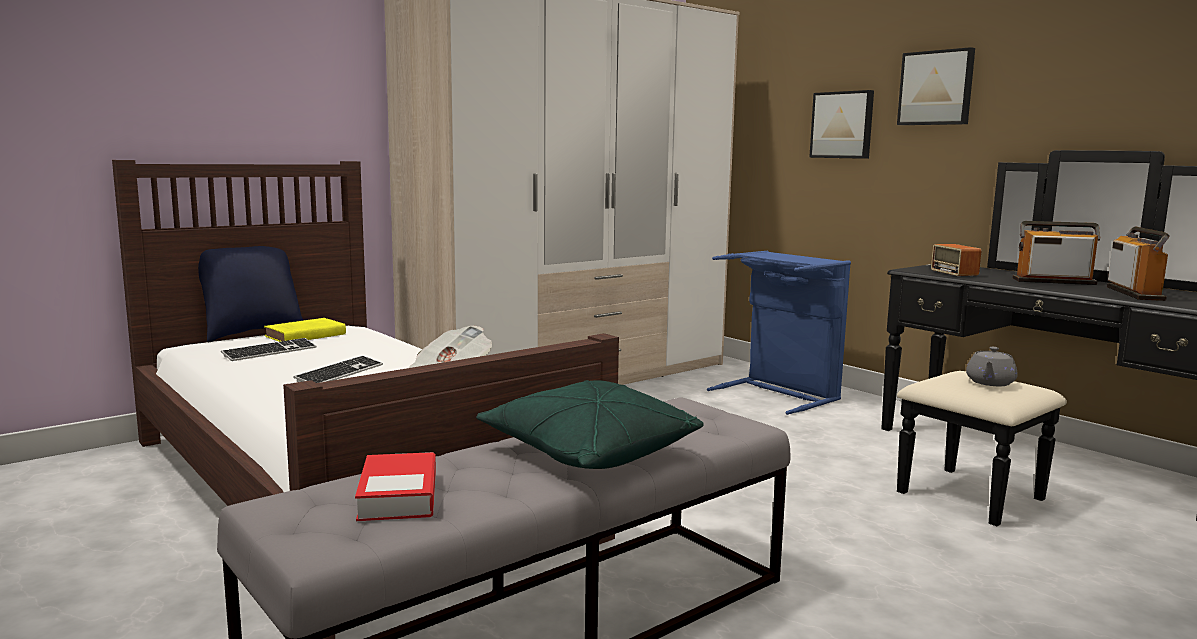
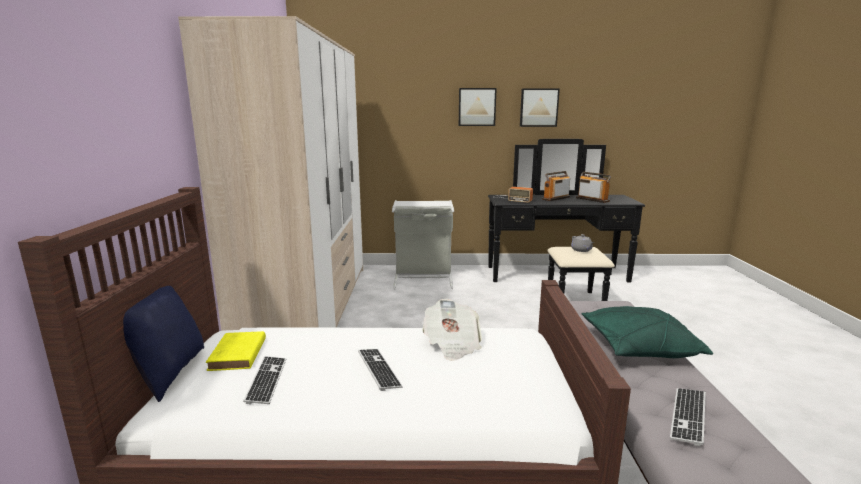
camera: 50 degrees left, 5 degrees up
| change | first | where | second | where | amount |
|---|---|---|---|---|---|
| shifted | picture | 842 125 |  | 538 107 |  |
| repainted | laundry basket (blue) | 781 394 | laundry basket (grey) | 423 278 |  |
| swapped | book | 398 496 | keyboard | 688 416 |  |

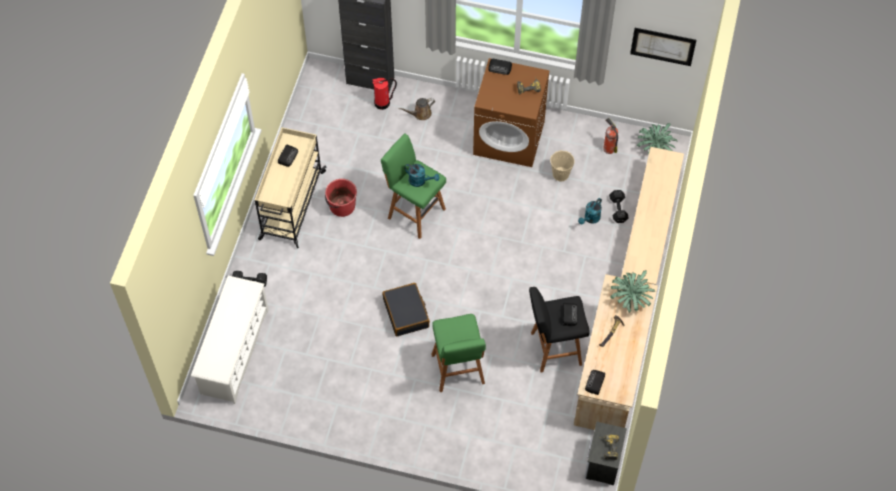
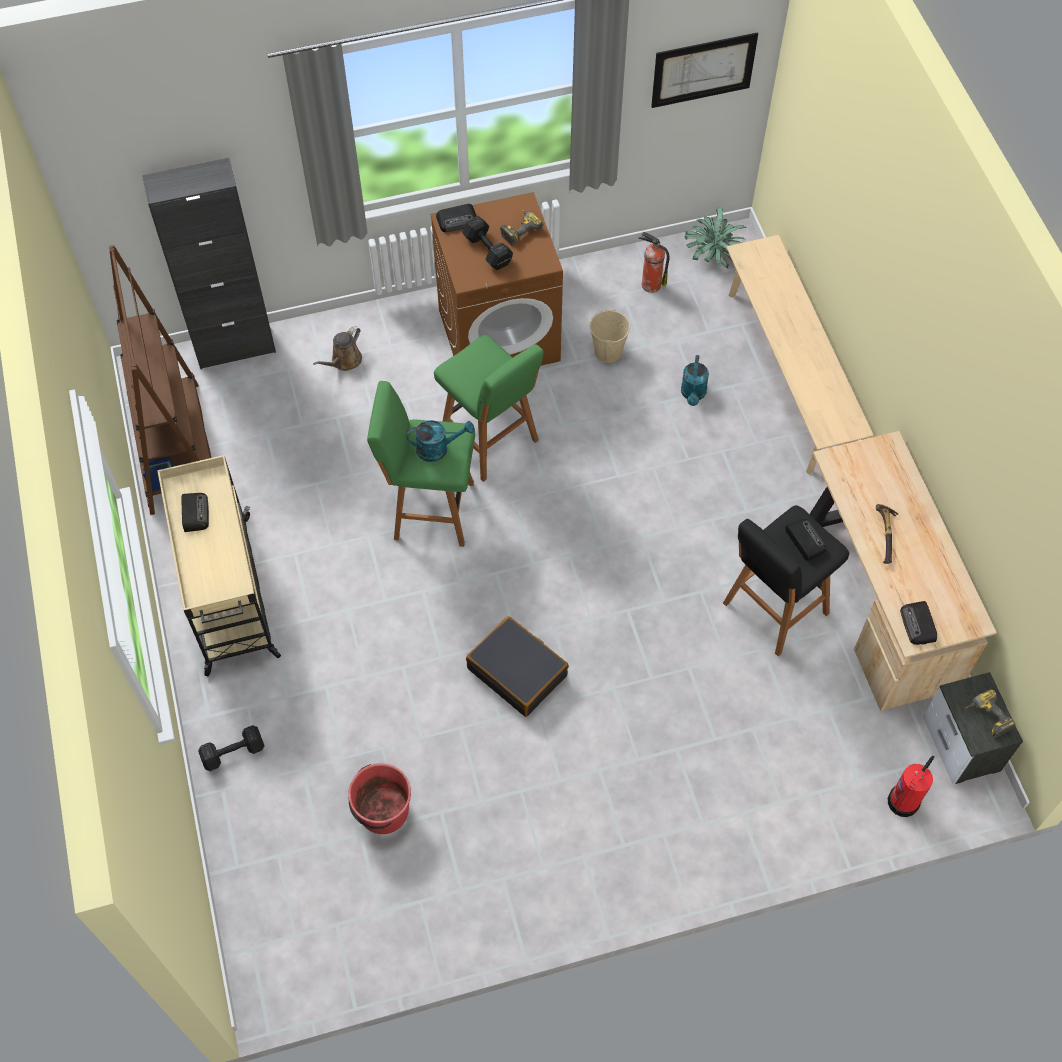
camera: 30 degrees left, 0 degrees up
| change | first | where | second | where | amount |
|---|---|---|---|---|---|
| shifted | fire extinguisher | 382 103 |  | 904 801 |  |
| shifted | bucket (red) | 342 206 |  | 383 811 |  |
| shifted | dumbbell (black) | 618 210 |  | 488 251 |  |
| gone | potted plant | 631 299 |  |  |  |
| gone | shoe rack (white) | 234 351 |  |  |  |
| shifted | stool (green) | 458 371 |  | 491 442 |  |
| new |  |  | bookcase (brown) | 175 448 |  |

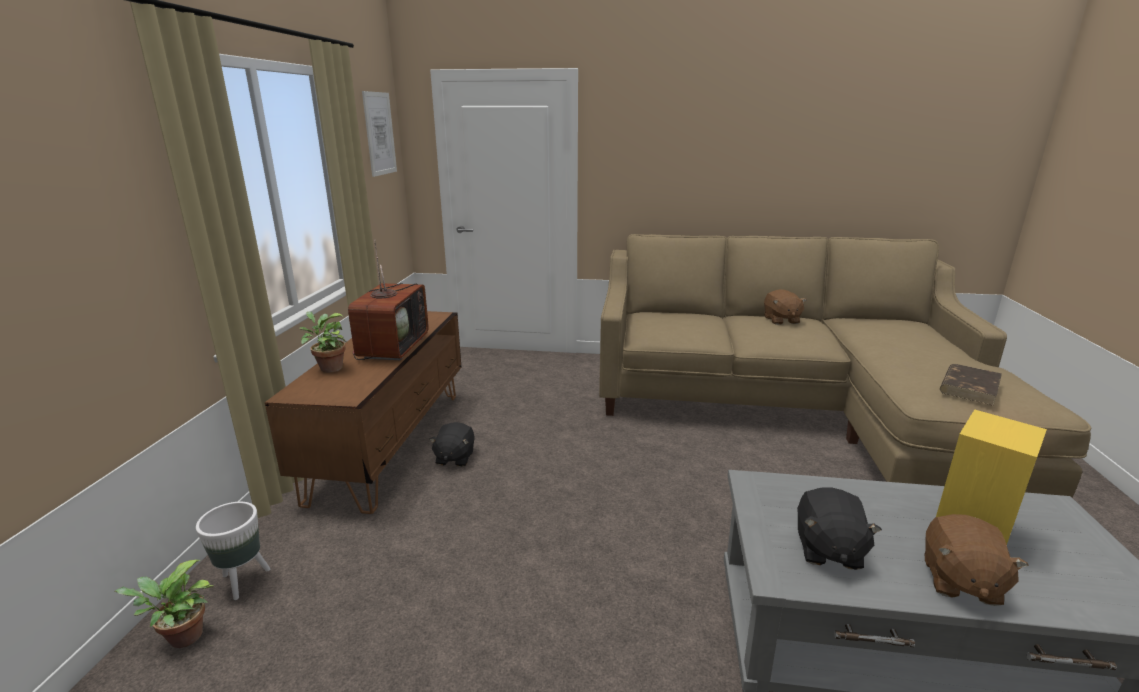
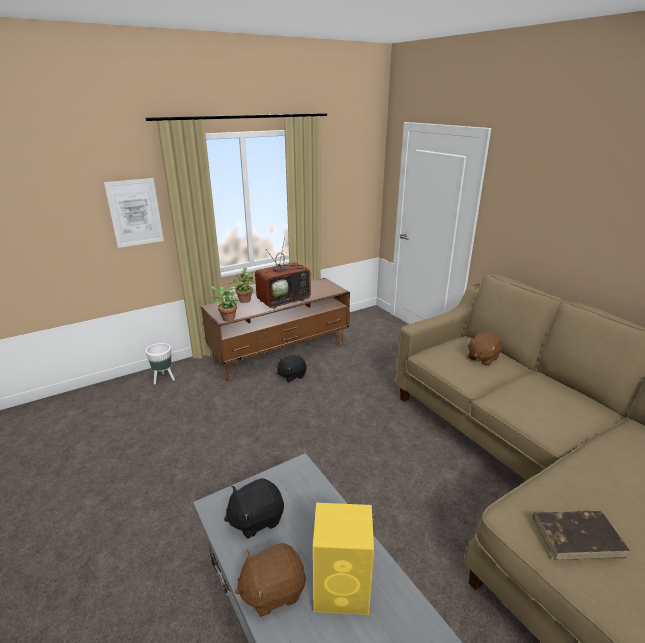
camera: 50 degrees right, 5 degrees up
| change | first | where | second | where | amount |
|---|---|---|---|---|---|
| shifted | picture | 379 133 |  | 135 213 |  |
| shifted | plush toy (brown) | 781 320 |  | 482 358 |  |
| shifted | potted plant | 181 639 |  | 227 318 |  |

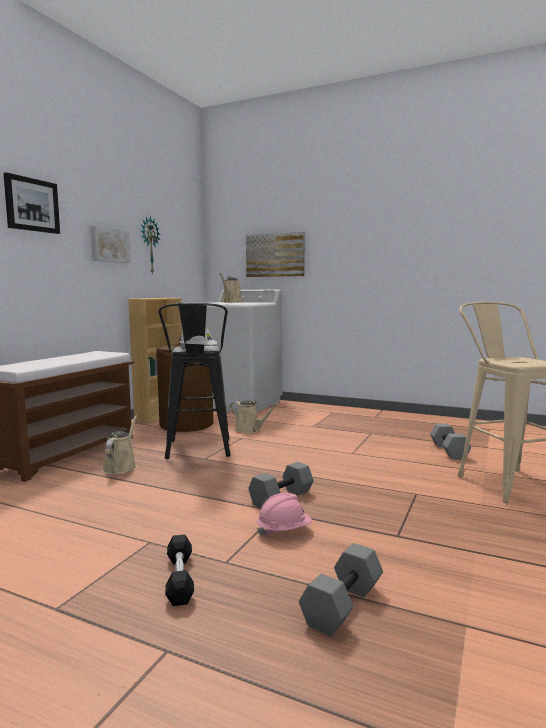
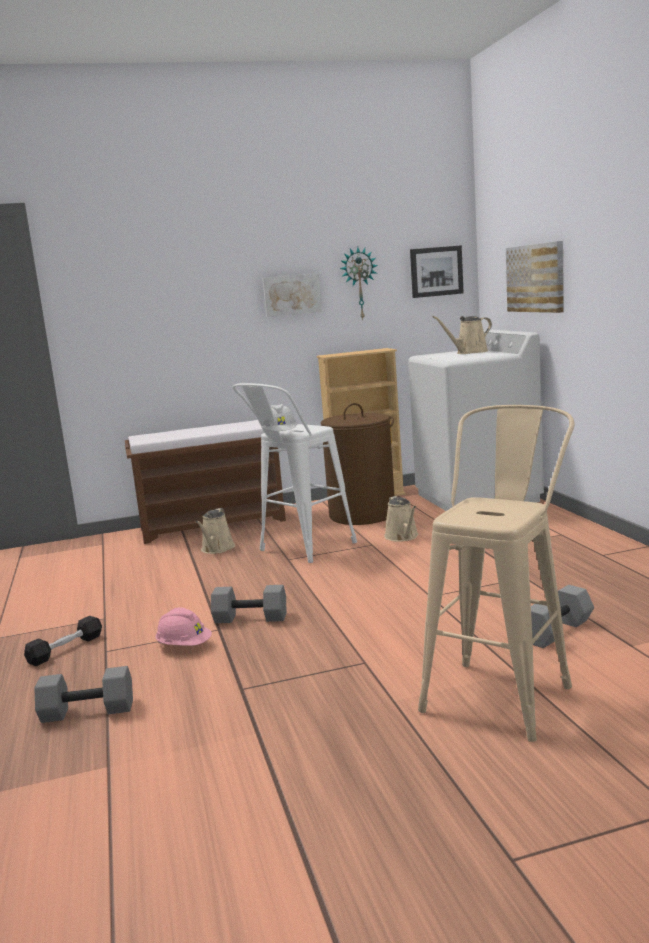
camera: 50 degrees right, 5 degrees up
| change | first | where | second | where | amount |
|---|---|---|---|---|---|
| shifted | picture | 31 205 |  | 436 271 |  |
| repainted | stool (black) | 198 451 | stool (white) | 300 550 |  |
| rotated | watering can (beige) | 121 467 |  | 217 549 | 135 degrees clockwise |

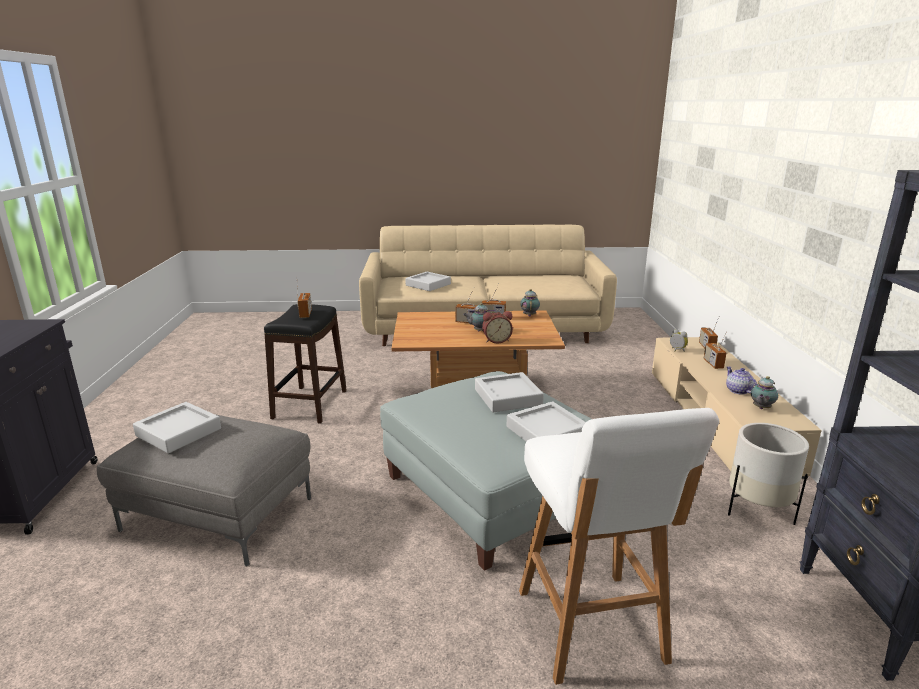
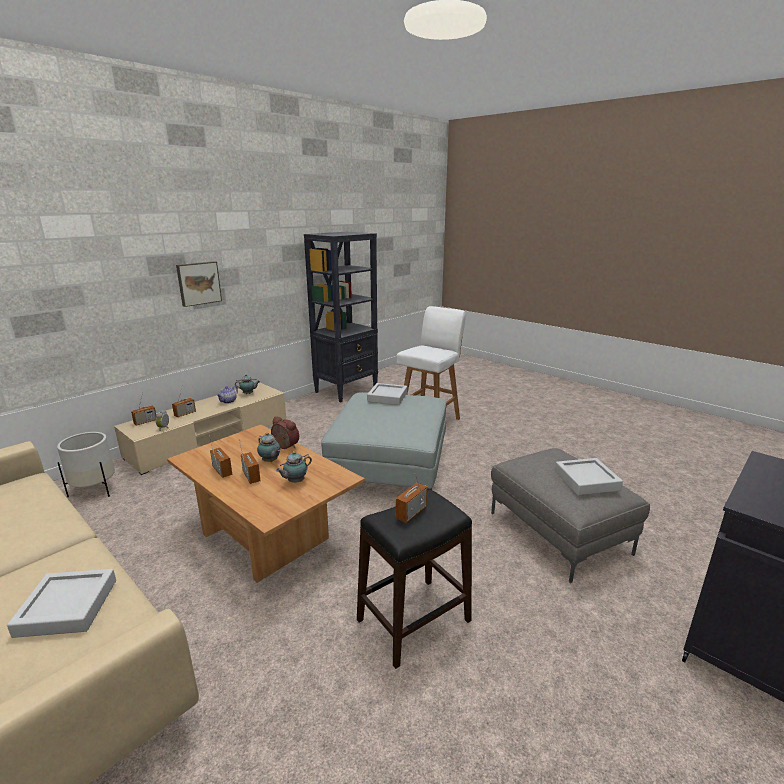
camera: 135 degrees left, 0 degrees up
| change | first | where | second | where | amount |
|---|---|---|---|---|---|
| shifted | teapot | 529 315 |  | 295 482 |  |
| gone | tray (grey) | 508 397 |  |  |  |
| shifted | planter (white) | 757 509 |  | 95 490 |  |
| new |  |  | picture | 198 283 |  |

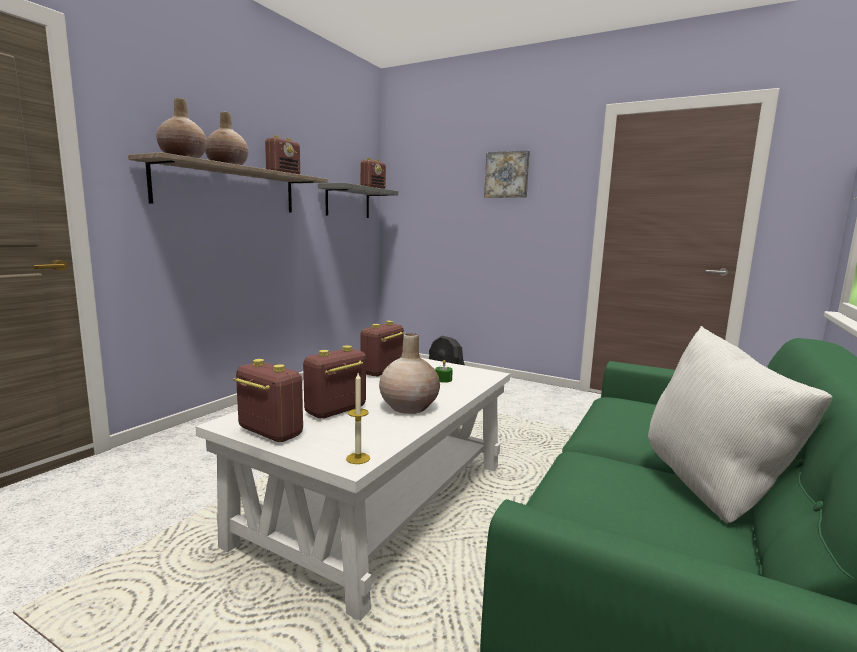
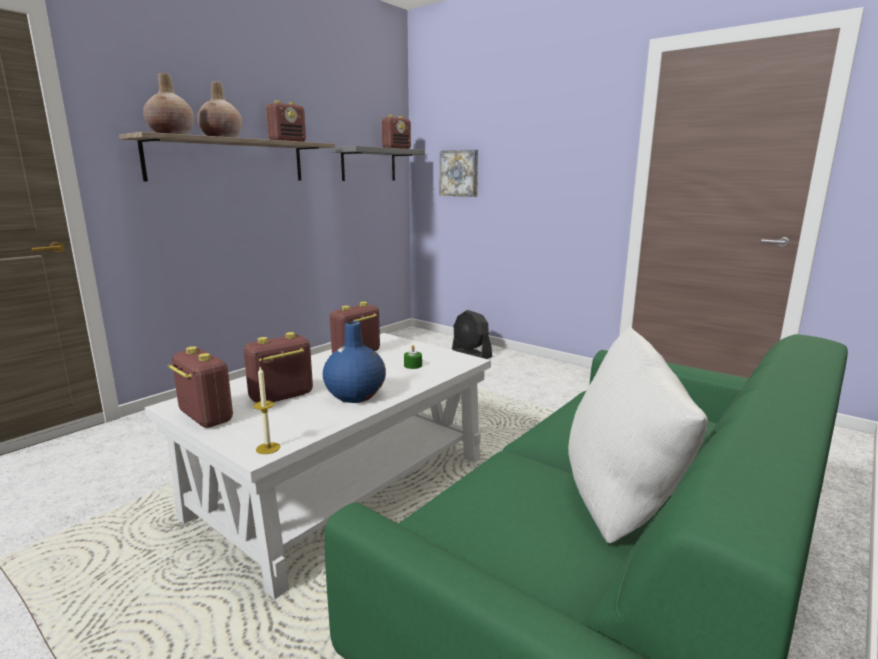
camera: 10 degrees right, 5 degrees up
| change | first | where | second | where | amount |
|---|---|---|---|---|---|
| shifted | picture | 507 175 |  | 459 173 |  |
| repainted | vase (beige) | 409 407 | vase (blue) | 355 395 |  |

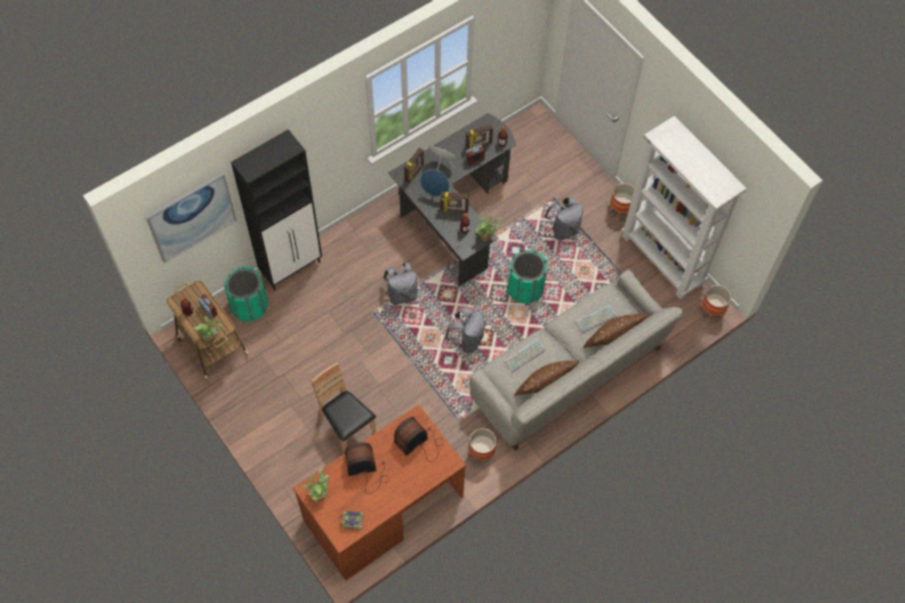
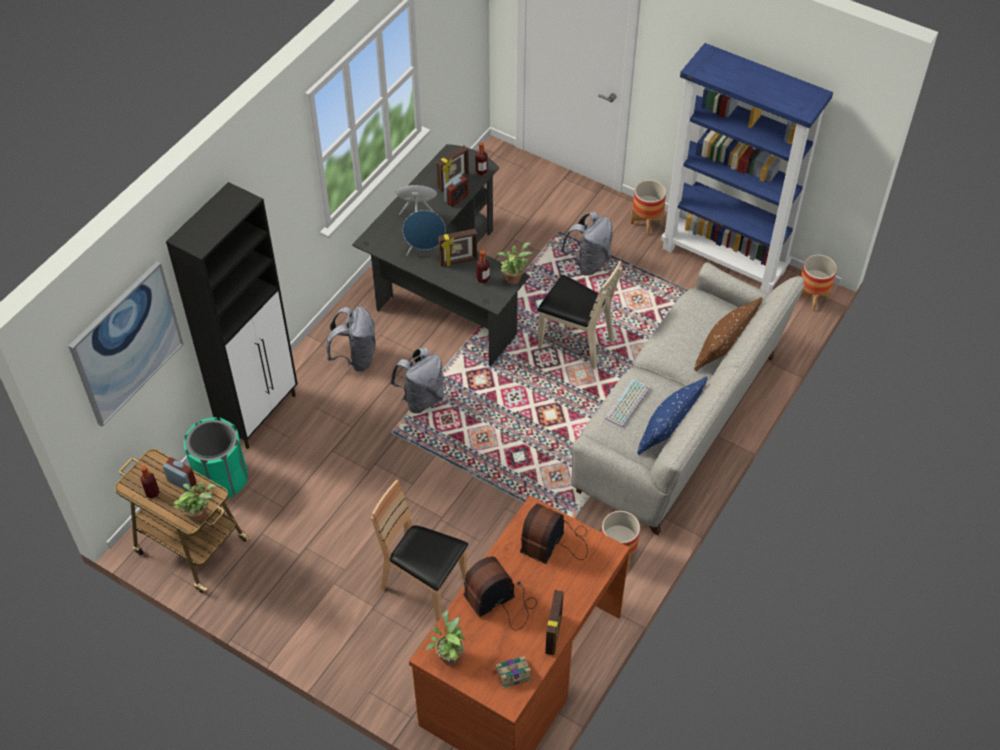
camera: 20 degrees left, 10 degrees down
| change | first | where | second | where | amount |
|---|---|---|---|---|---|
| repainted | bookcase (white) | 663 260 | bookcase (blue) | 725 259 |  |
| shifted | picture frame | 414 173 |  | 554 634 |  |
| swapped | trash can (green) | 525 288 | chair (beige) | 575 342 |  |
| gone | keyboard | 595 320 |  |  |  |
| shifted | backpack (grey) | 467 340 |  | 355 358 |  |
| repainted | pillow (brown) | 544 384 | pillow (blue) | 669 429 |  |

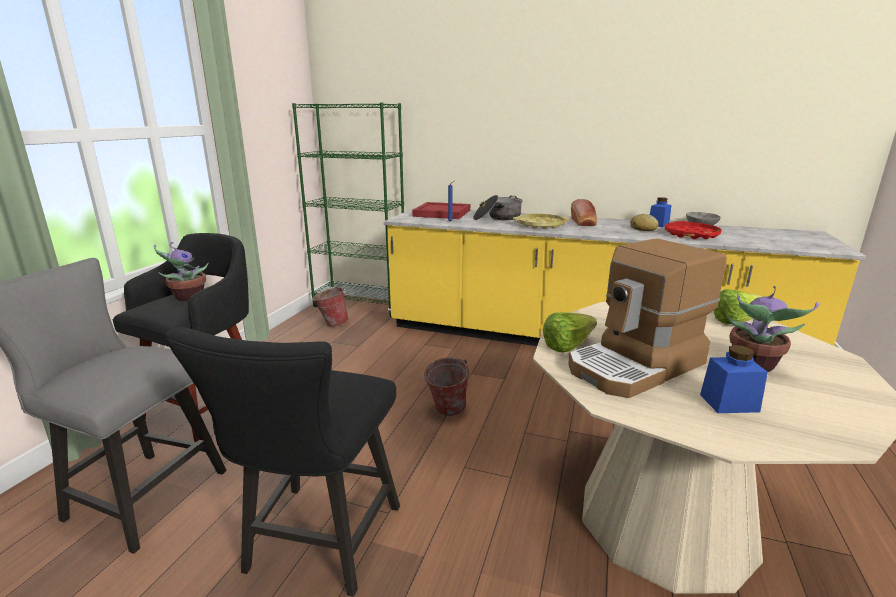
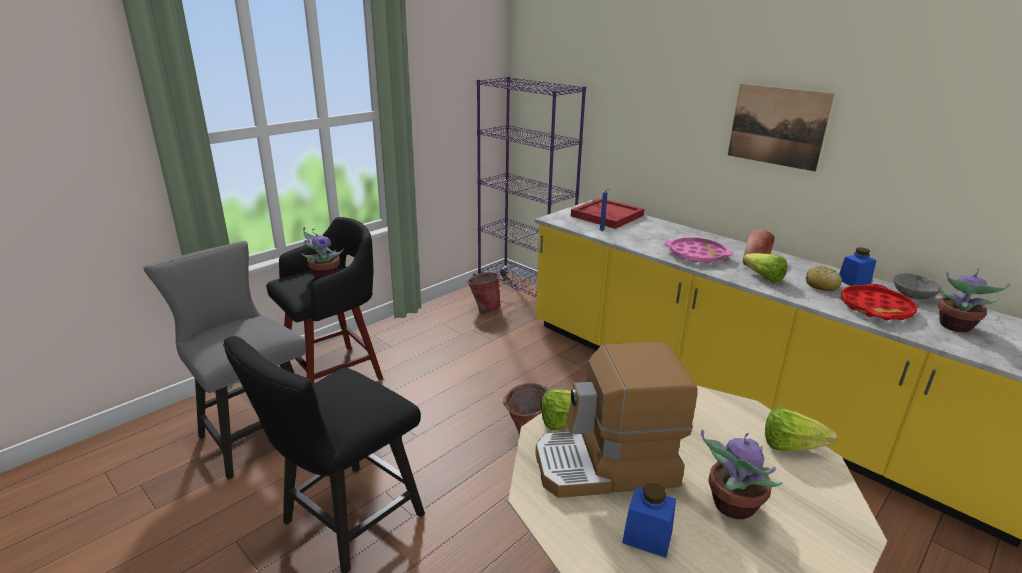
camera: 25 degrees right, 5 degrees up
| change | first | where | second | where | amount |
|---|---|---|---|---|---|
| repainted | bookcase (green) | 360 306 | bookcase (purple) | 524 293 |  |
| gone | cooking pot | 497 218 |  |  |  |
| repainted | tray (yellow) | 540 225 | tray (pink) | 697 255 |  |
| new |  |  | picture | 777 126 |  |
| new |  |  | lettuce | 761 276 |  |
| new |  |  | potted plant | 954 326 |  |

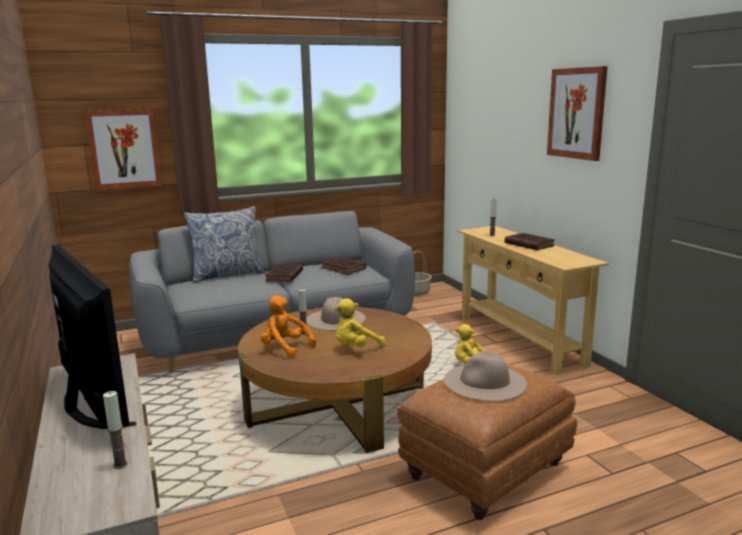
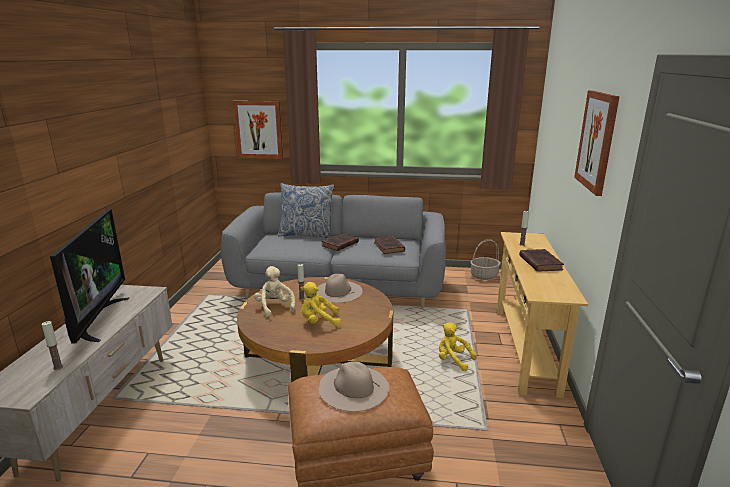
camera: 30 degrees right, 5 degrees up
| change | first | where | second | where | amount |
|---|---|---|---|---|---|
| repainted | plush toy (orange) | 285 348 | plush toy (beige) | 275 307 |  |

